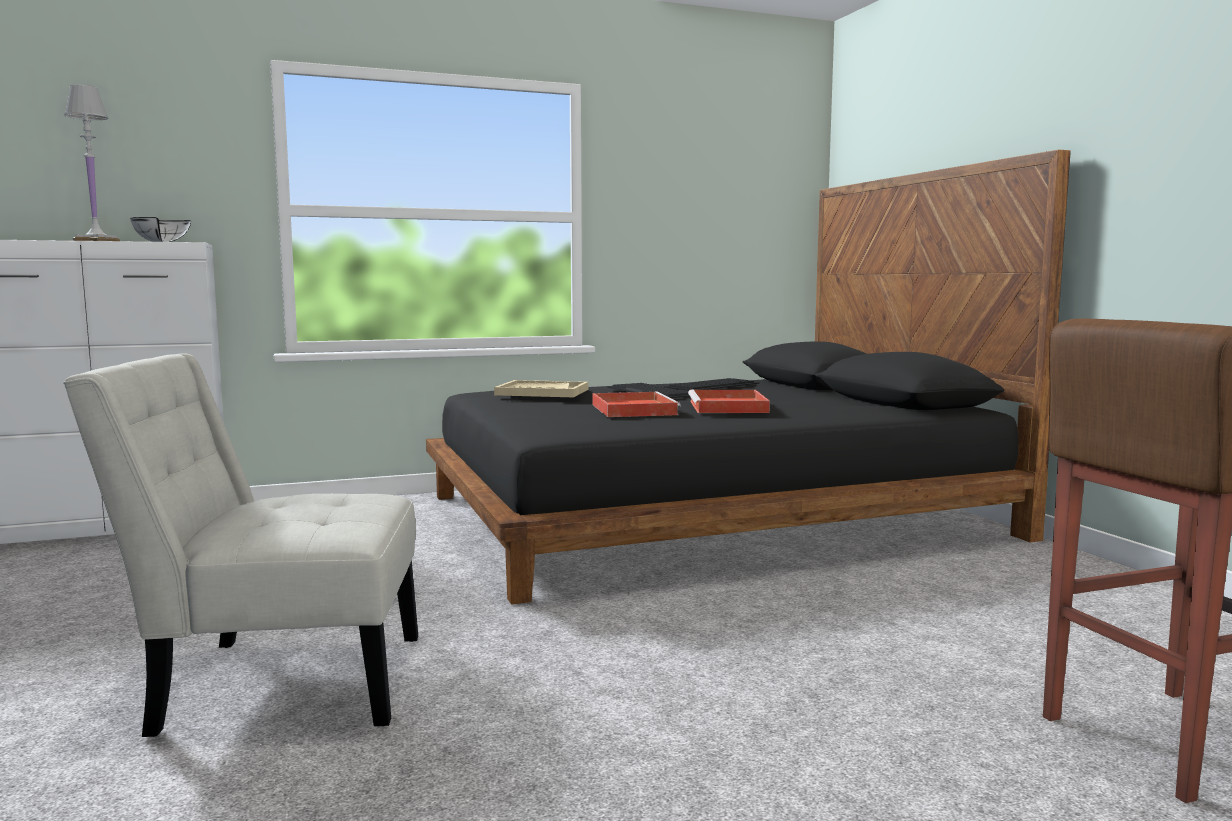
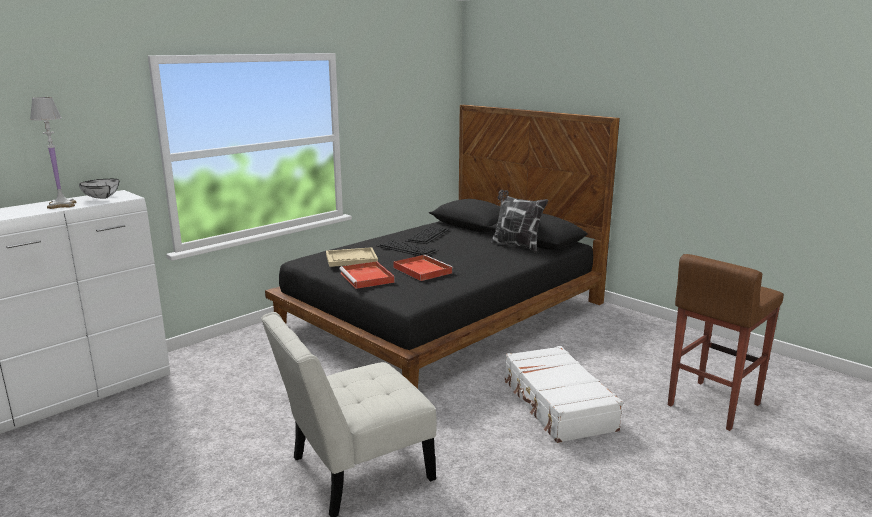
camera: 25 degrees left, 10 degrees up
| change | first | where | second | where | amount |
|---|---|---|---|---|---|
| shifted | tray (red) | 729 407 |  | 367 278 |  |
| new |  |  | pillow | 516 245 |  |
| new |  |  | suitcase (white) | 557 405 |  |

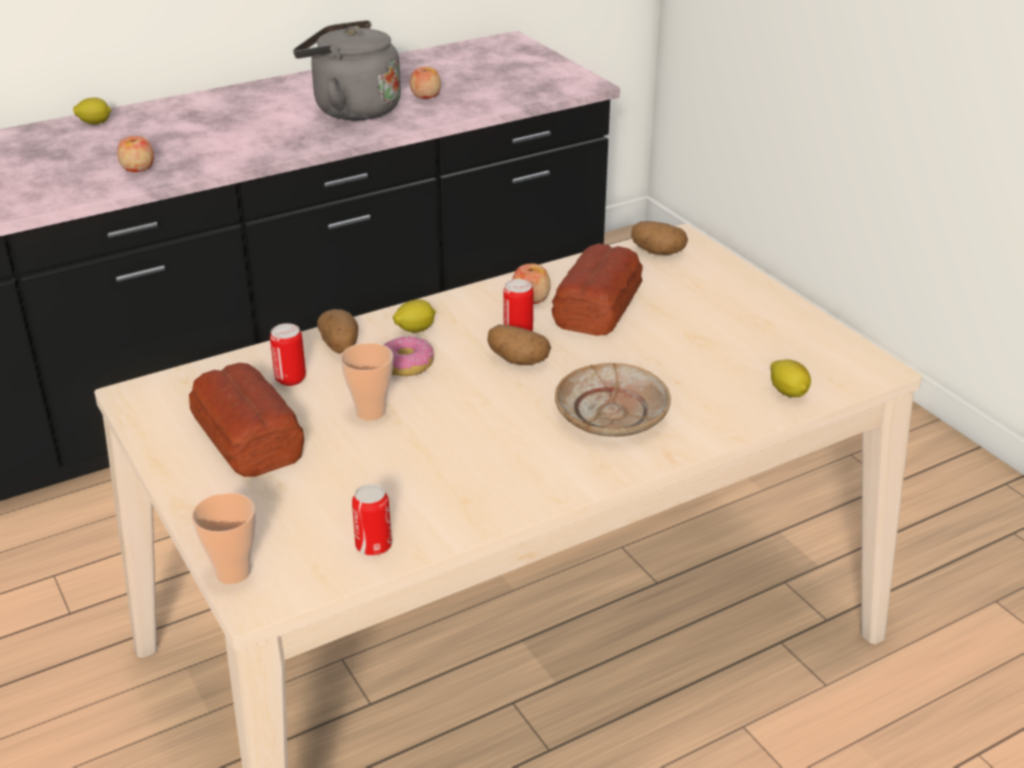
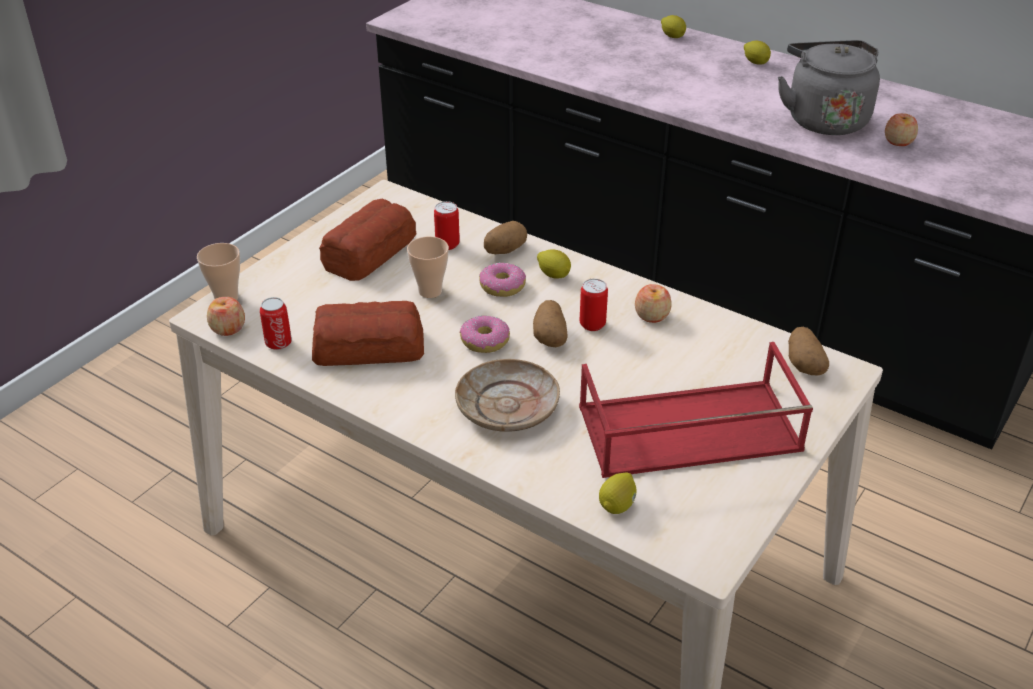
camera: 65 degrees right, 5 degrees up
| change | first | where | second | where | amount |
|---|---|---|---|---|---|
| shifted | apple | 137 168 |  | 228 328 |  |
| shifted | bread | 598 304 |  | 370 348 |  |
| new |  |  | lemon | 755 62 |  |
| new |  |  | donut | 485 341 |  |
| new |  |  | tray (red) | 687 430 |  |

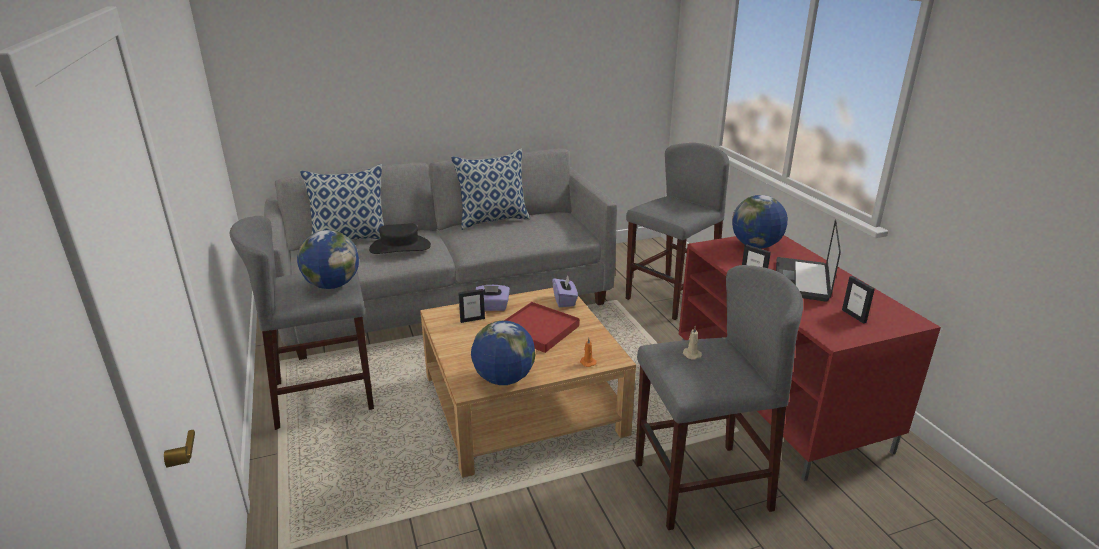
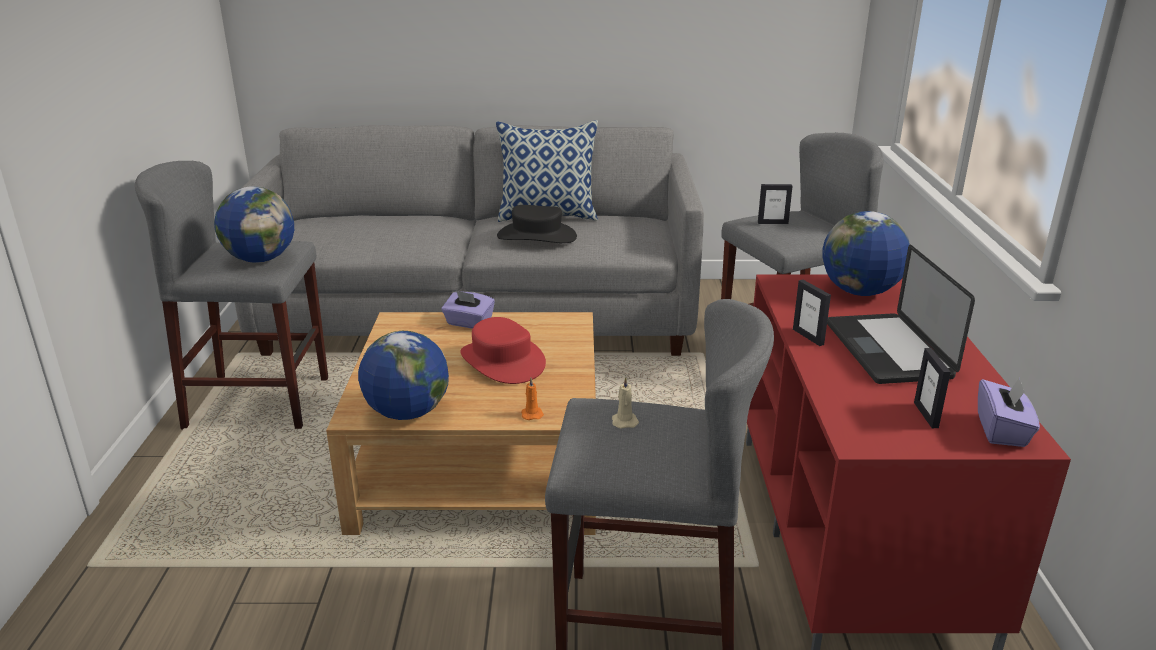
camera: 20 degrees right, 0 degrees up
| change | first | where | second | where | amount |
|---|---|---|---|---|---|
| gone | pillow | 351 239 |  |  |  |
| rotated | laptop | 801 280 |  | 887 350 | 45 degrees counterclockwise |
| shifted | hat (black) | 400 247 |  | 537 236 |  |
| shifted | tissue box (purple) | 564 300 |  | 1002 430 |  |
| shifted | picture frame | 472 320 |  | 772 223 |  |
| swapped | tray (red) | 537 330 | hat (red) | 502 361 |  |

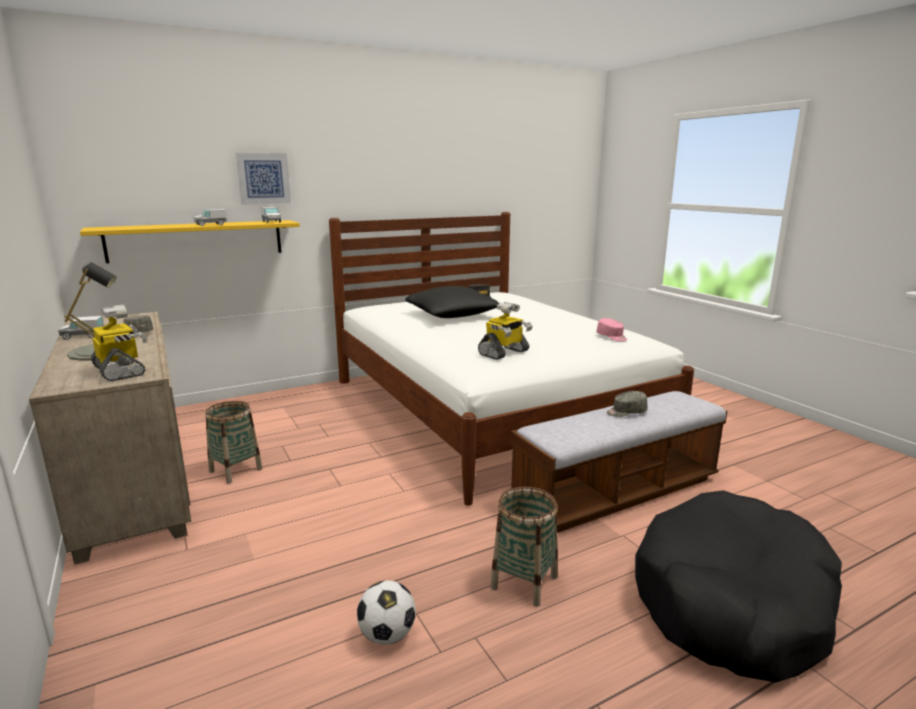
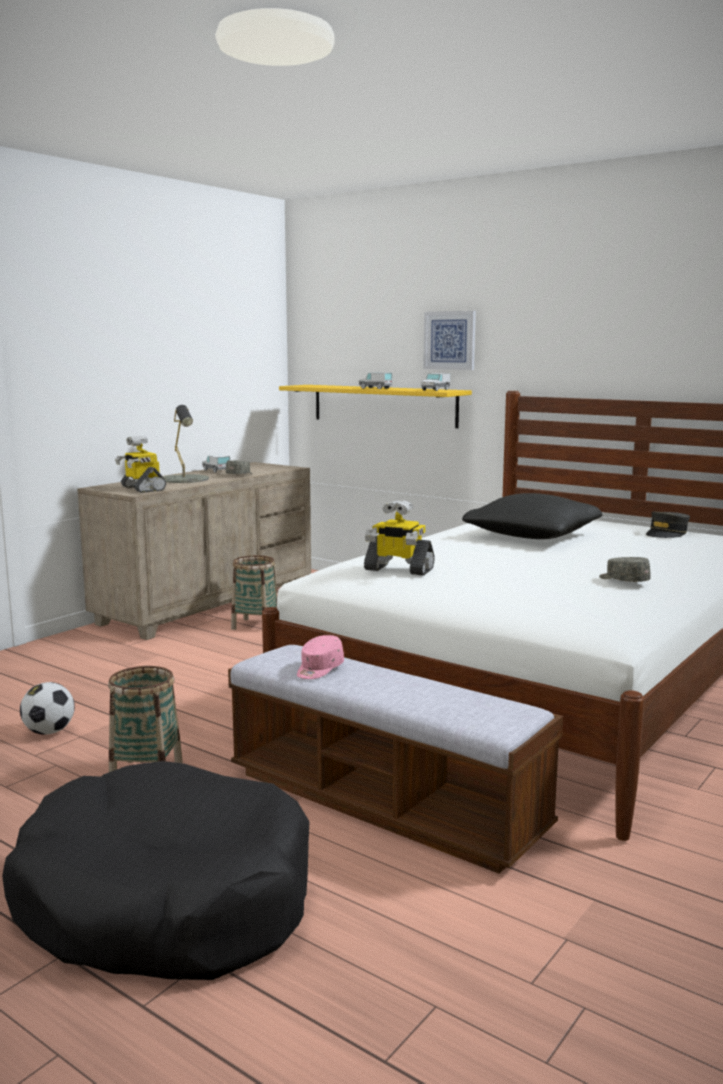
camera: 65 degrees right, 5 degrees down
| change | first | where | second | where | amount |
|---|---|---|---|---|---|
| rotated | toy robot | 121 371 |  | 142 488 | 120 degrees clockwise |
| shifted | cap (pink) | 612 337 |  | 319 669 |  |
| shifted | cap (grey) | 626 412 |  | 623 580 |  |

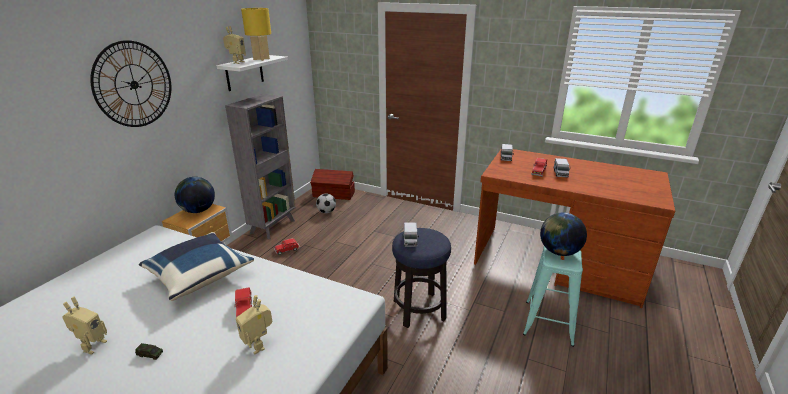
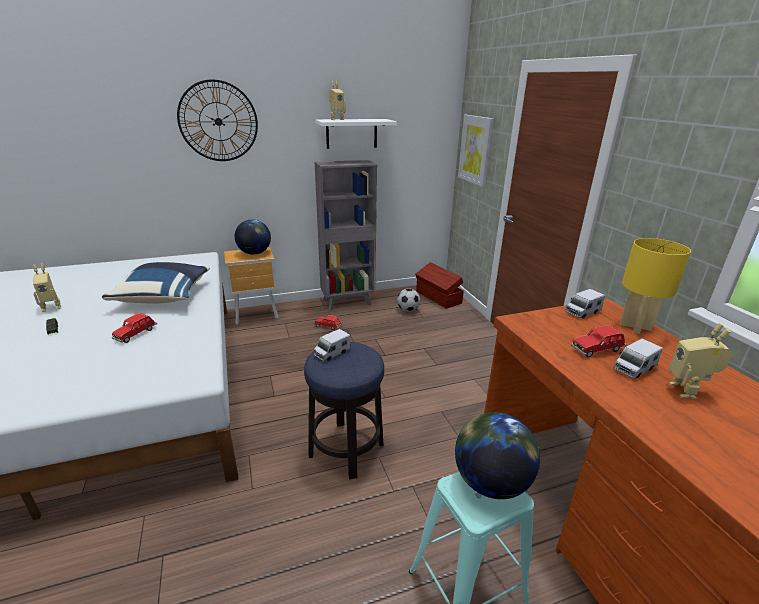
camera: 45 degrees right, 0 degrees up
| change | first | where | second | where | amount |
|---|---|---|---|---|---|
| shifted | table lamp (yellow) | 261 59 |  | 635 326 |  |
| shifted | toy robot | 259 344 |  | 687 391 |  |
| new |  |  | picture | 475 150 |  |

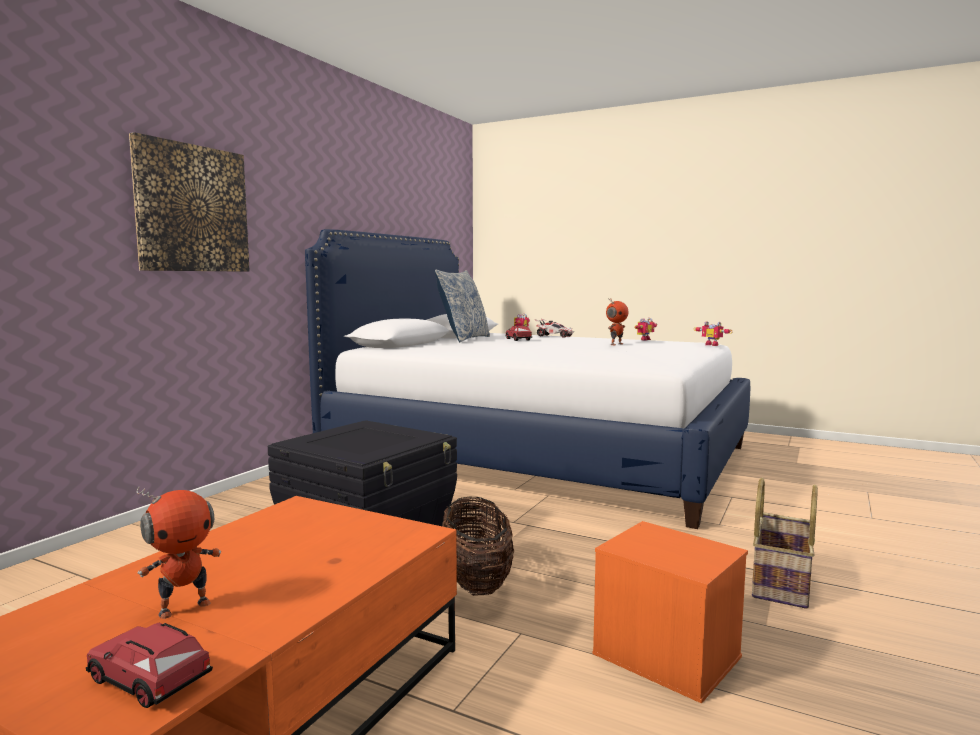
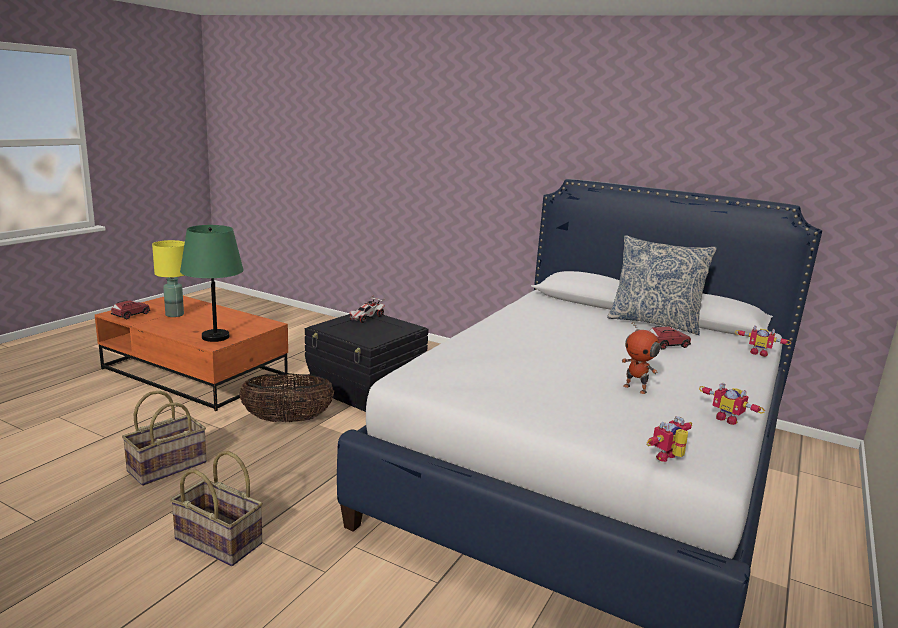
camera: 90 degrees right, 10 degrees up
| change | first | where | second | where | amount |
|---|---|---|---|---|---|
| gone | picture | 192 208 |  |  |  |
| shifted | toy car | 554 336 |  | 366 318 |  |
| swapped | toy robot | 184 607 | table lamp (yellow) | 175 315 |  |
| swapped | storage box (orange) | 664 655 | basket | 167 466 |  |
| new |  |  | table lamp (green) | 215 337 |  |

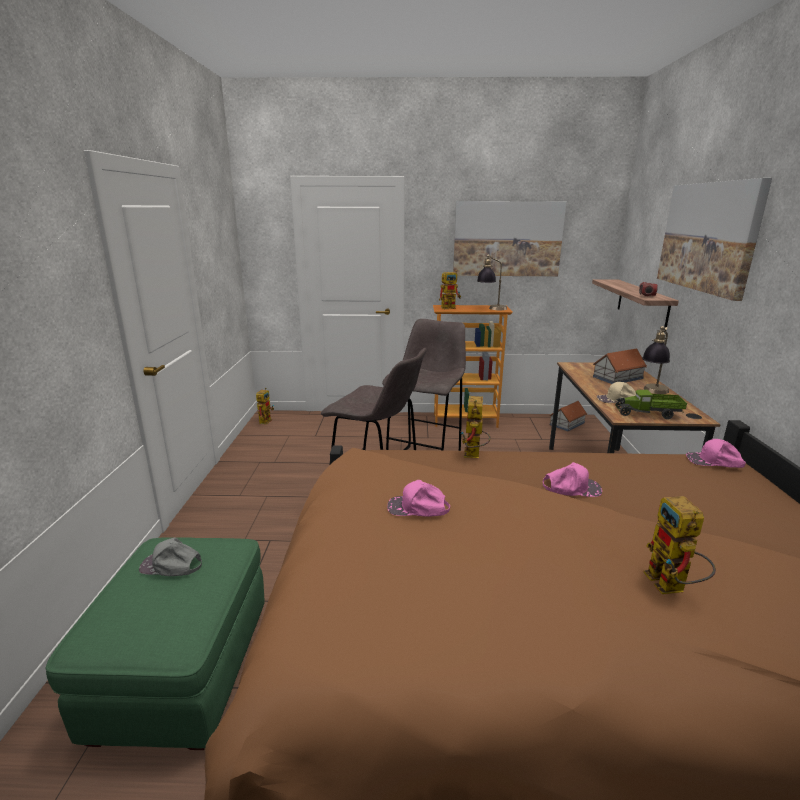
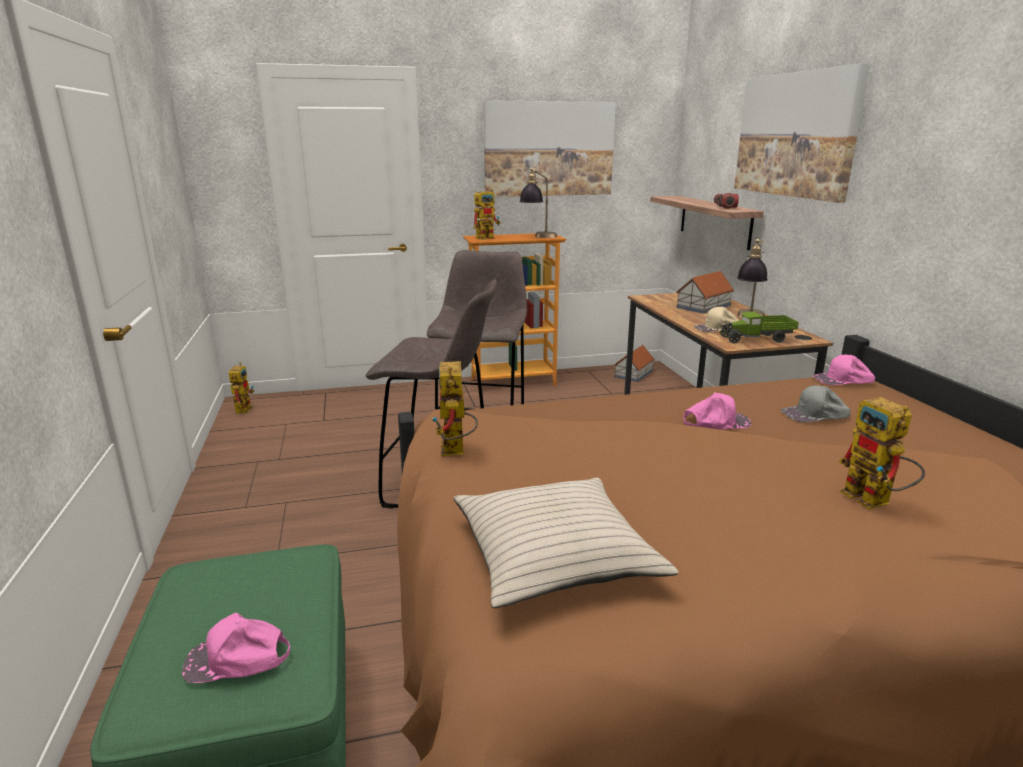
camera: 15 degrees left, 0 degrees up
| change | first | where | second | where | amount |
|---|---|---|---|---|---|
| shifted | toy robot | 474 455 |  | 456 452 |  |
| shifted | cap (pink) | 418 508 |  | 237 659 |  |
| shifted | cap (grey) | 171 565 |  | 815 415 |  |
| new |  |  | pillow (beige) | 554 555 |  |

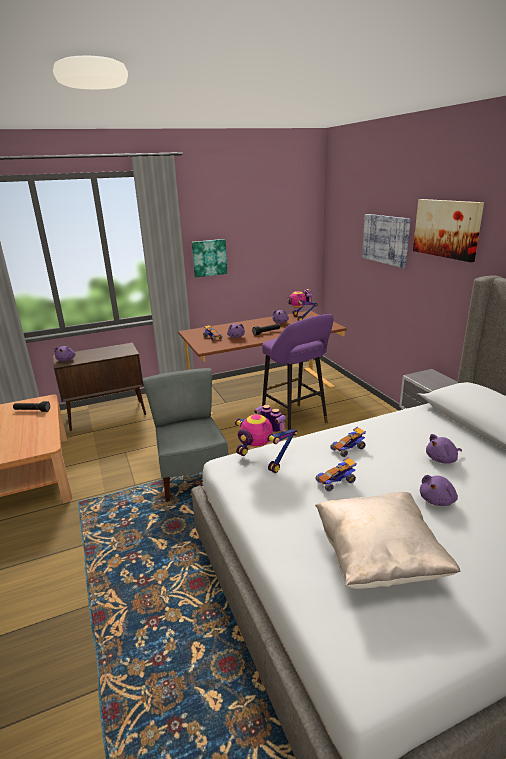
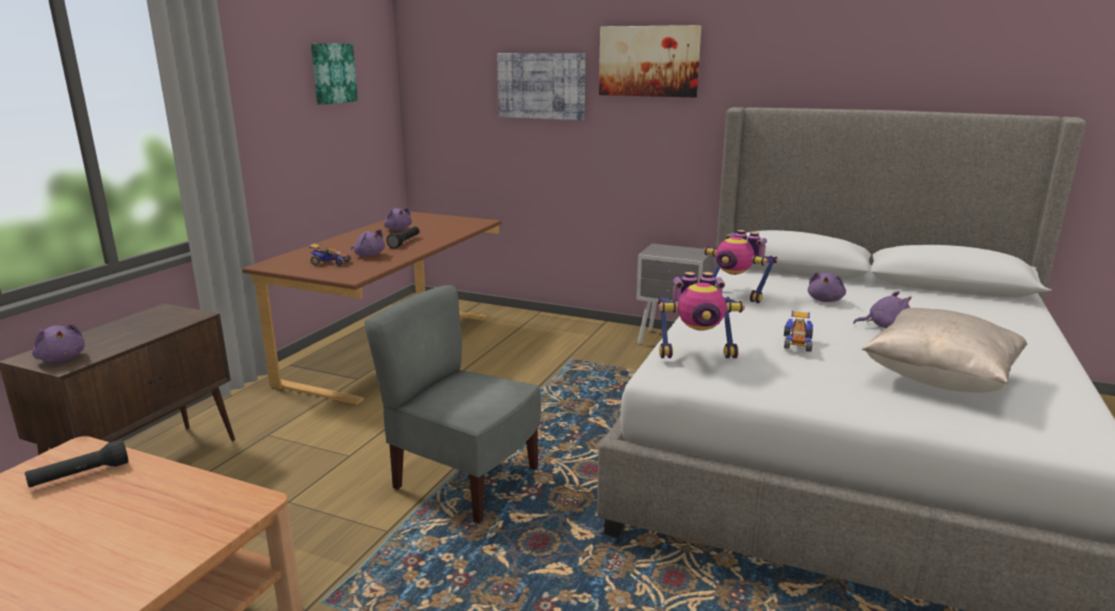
camera: 45 degrees left, 5 degrees down
| change | first | where | second | where | amount |
|---|---|---|---|---|---|
| shifted | picture | 209 257 |  | 332 73 |  |
| shifted | toy robot | 301 318 |  | 735 295 |  |
| gone | stool (purple) | 296 422 |  |  |  |
| gone | toy car | 348 448 |  |  |  |
| rotated | plush toy (purple) | 438 500 |  | 884 326 | 90 degrees counterclockwise |

